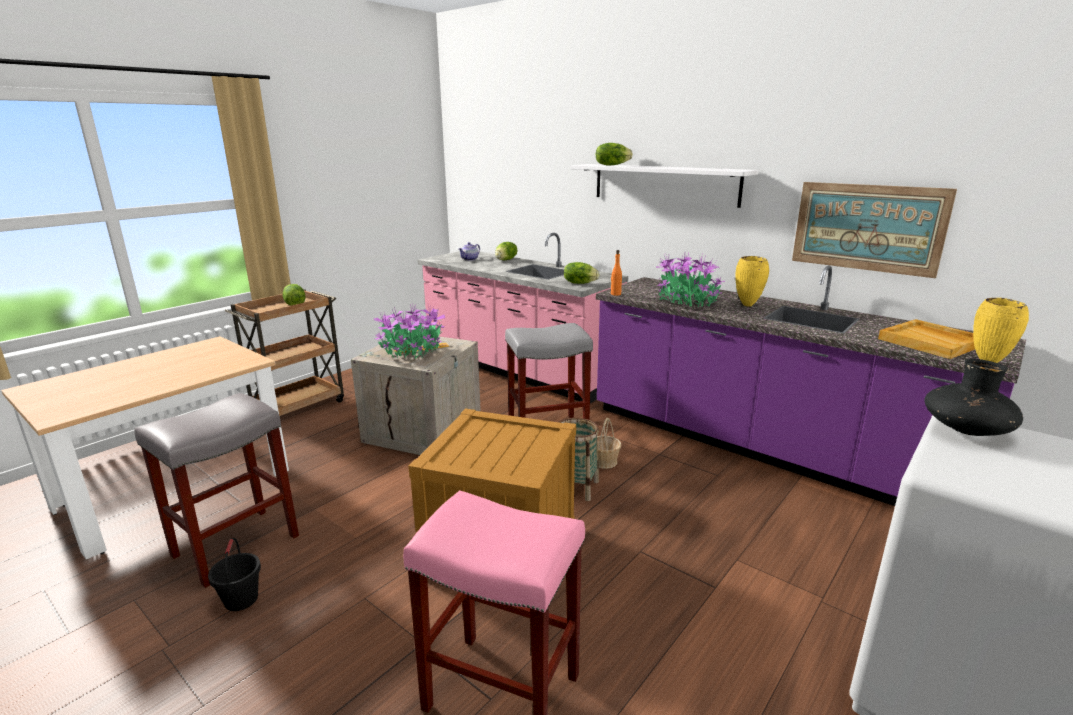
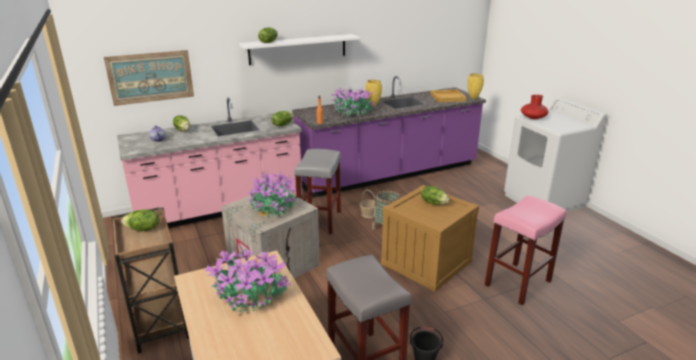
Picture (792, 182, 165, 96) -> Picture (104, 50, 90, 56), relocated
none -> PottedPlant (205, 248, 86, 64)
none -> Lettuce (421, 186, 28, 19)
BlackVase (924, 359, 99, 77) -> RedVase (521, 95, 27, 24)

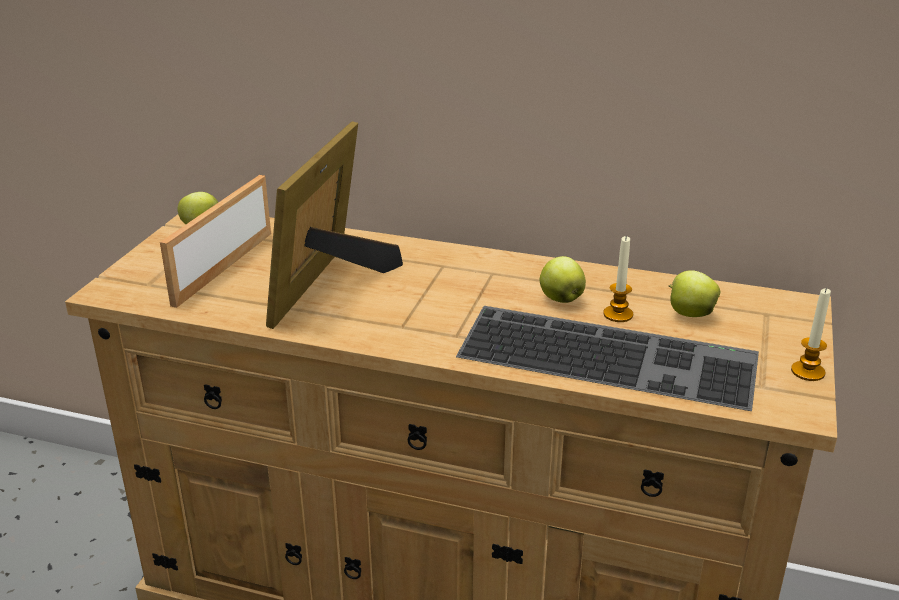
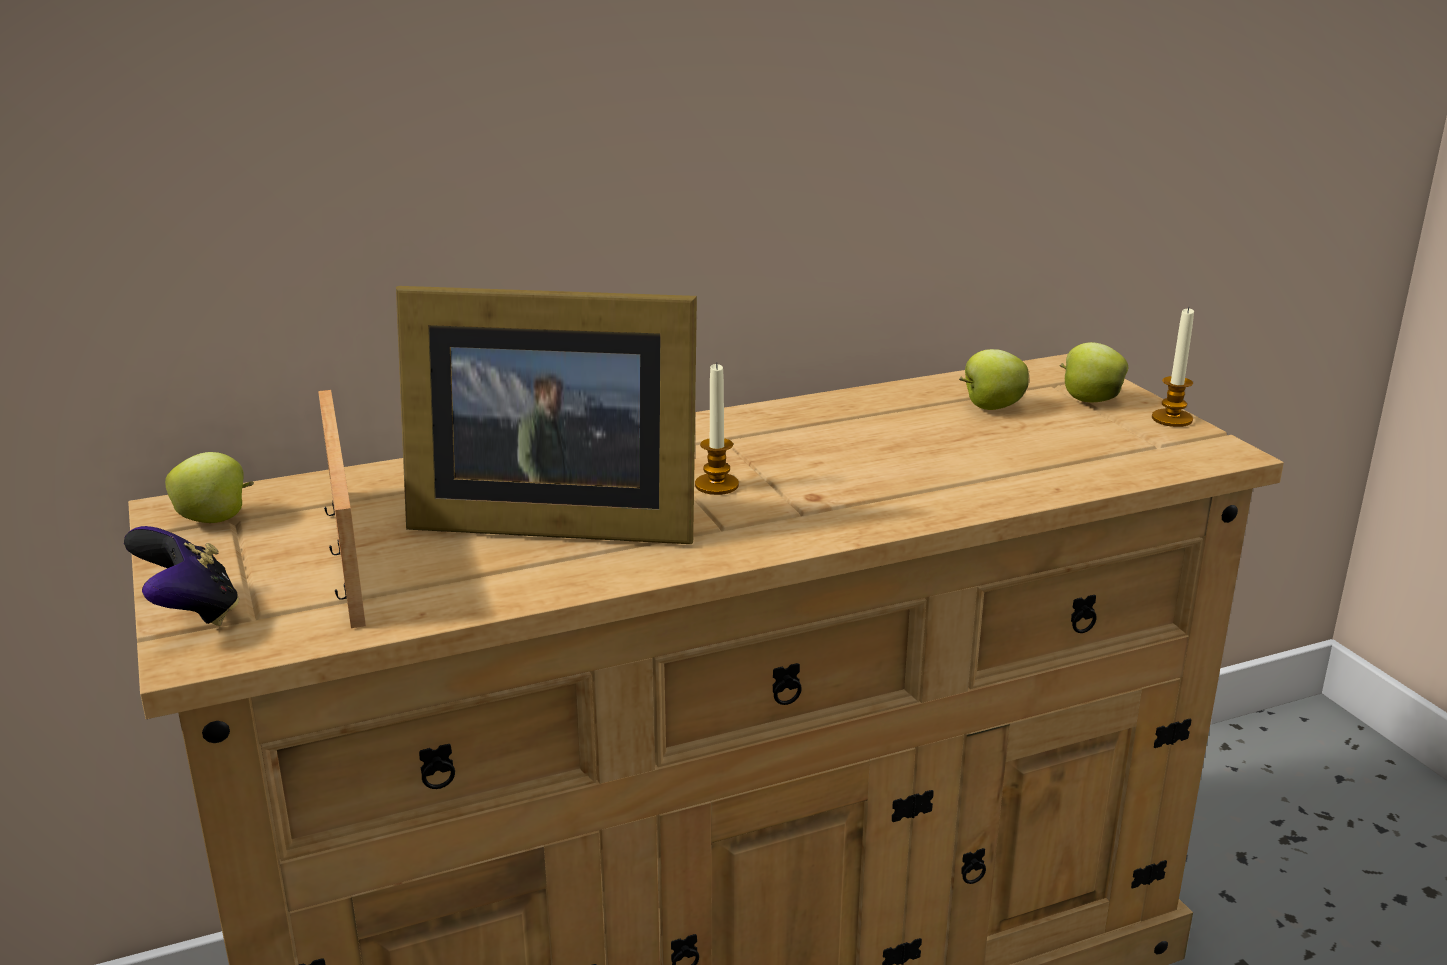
none -> GameController (124, 526, 115, 100)
PictureFrame (266, 122, 137, 207) -> PictureFrame (396, 286, 301, 258), 60 degrees counterclockwise
Candle (603, 236, 30, 86) -> Candle (695, 362, 44, 133), relocated
Apple (540, 256, 46, 47) -> Apple (1060, 342, 68, 60), relocated
Keyboard (456, 306, 303, 105) -> none

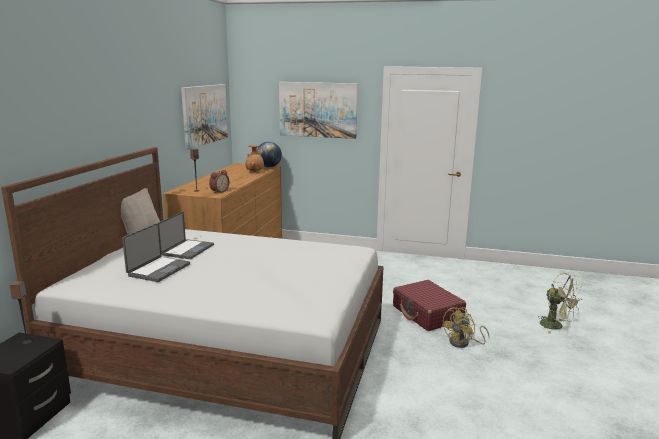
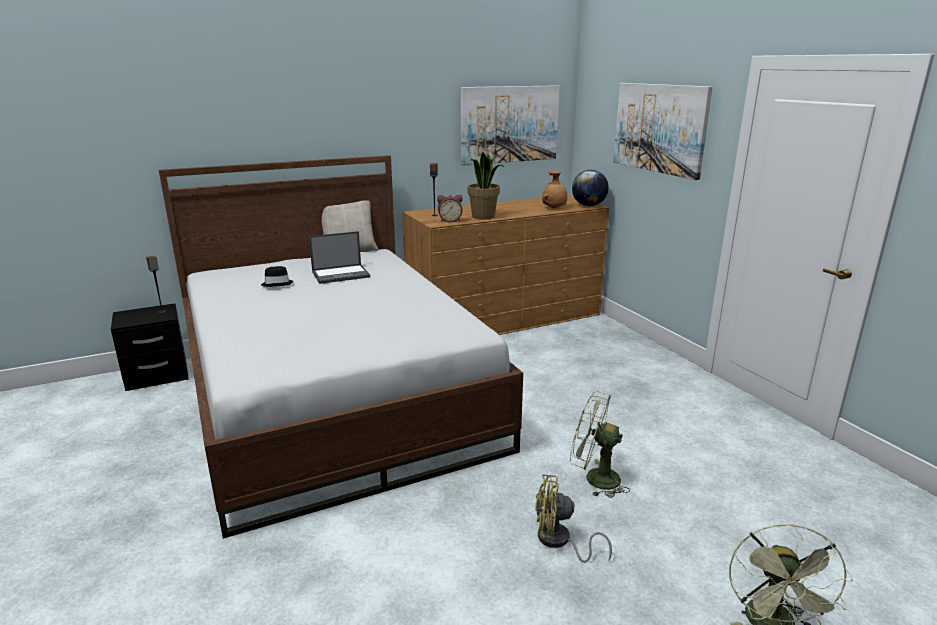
Laptop (122, 223, 68, 59) -> BlackHat (261, 266, 33, 21)
none -> PottedPlant (468, 152, 36, 68)
RedSuitcase (393, 280, 73, 51) -> GreenFan (570, 391, 60, 107)

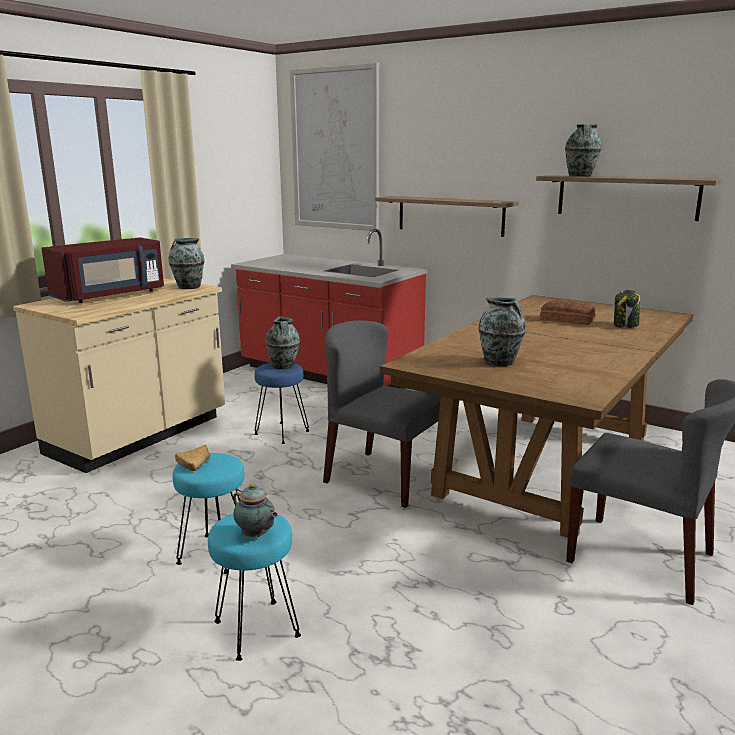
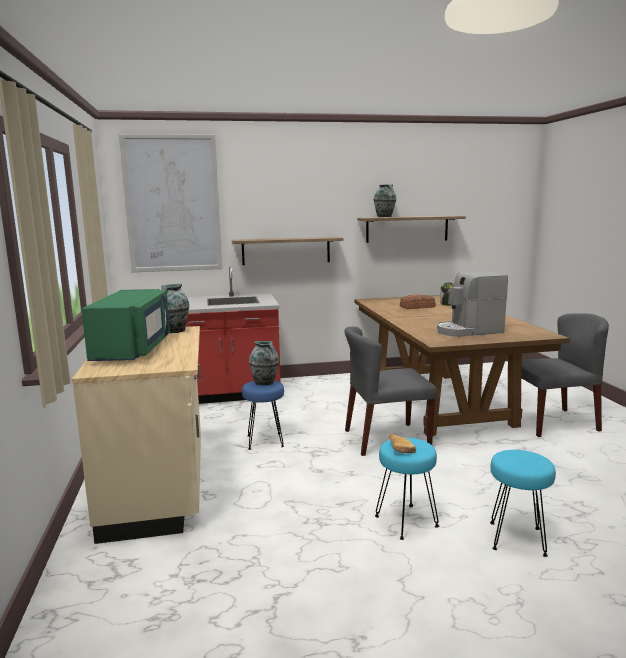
RedMicrowave (41, 237, 123, 66) -> GreenMicrowave (81, 289, 89, 72)
Vase (478, 298, 48, 68) -> CoffeeMachine (437, 271, 71, 66)
Teapot (233, 483, 45, 54) -> none

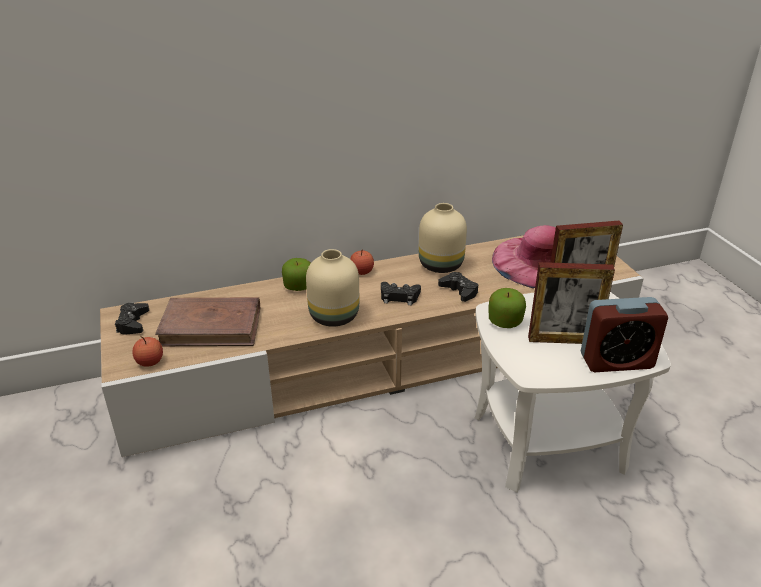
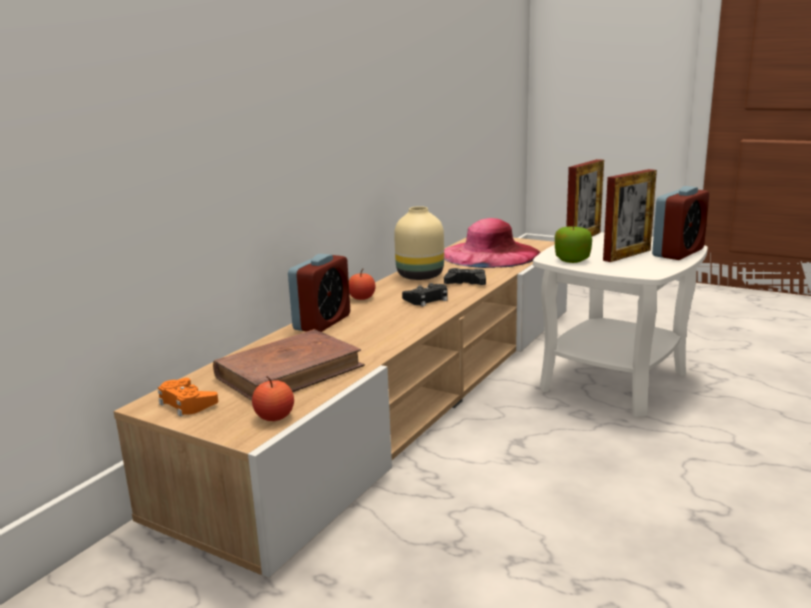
BlackGameController (115, 303, 34, 32) -> OrangeGameController (158, 378, 60, 38)
Apple (282, 258, 29, 33) -> AlarmClock (288, 254, 62, 78)
BeigeVase (306, 249, 53, 78) -> none

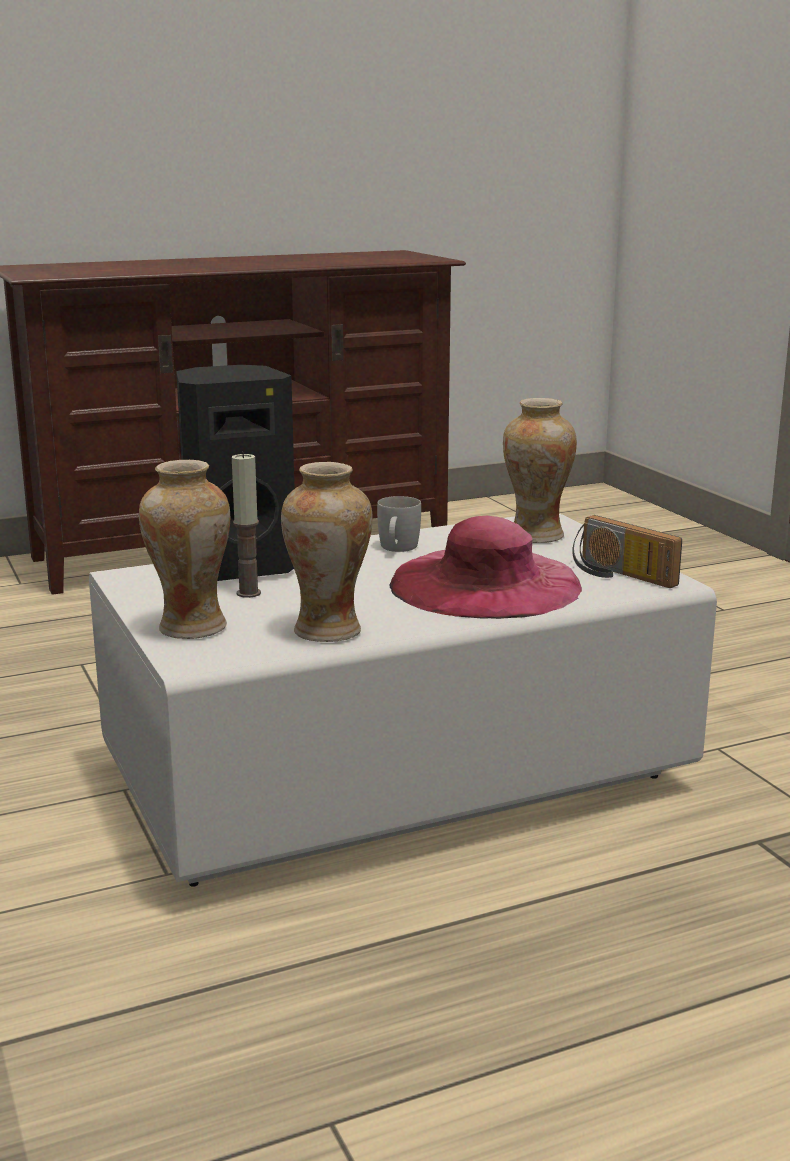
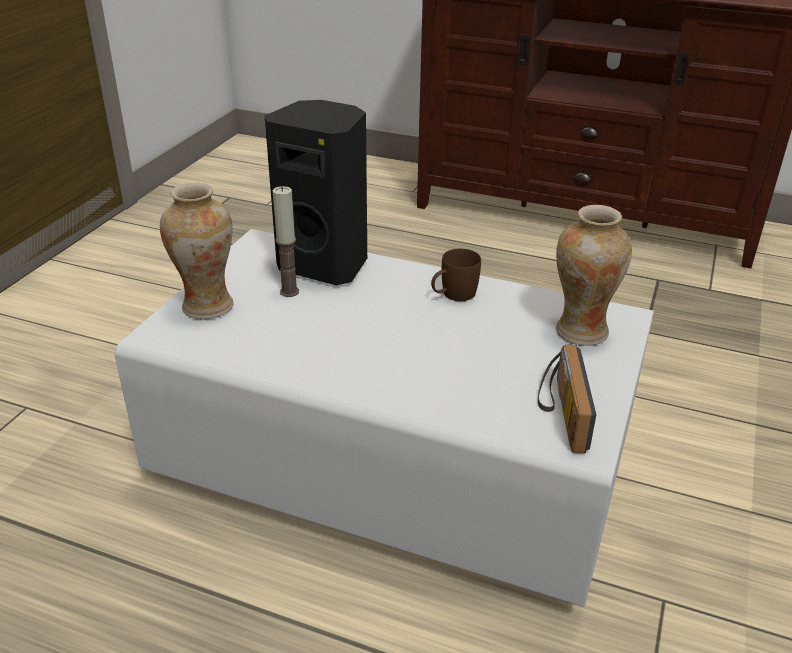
WhiteMug (377, 496, 44, 56) -> BrownMug (431, 249, 50, 52)
Vase (281, 462, 92, 180) -> none
PinkHat (389, 516, 193, 103) -> none

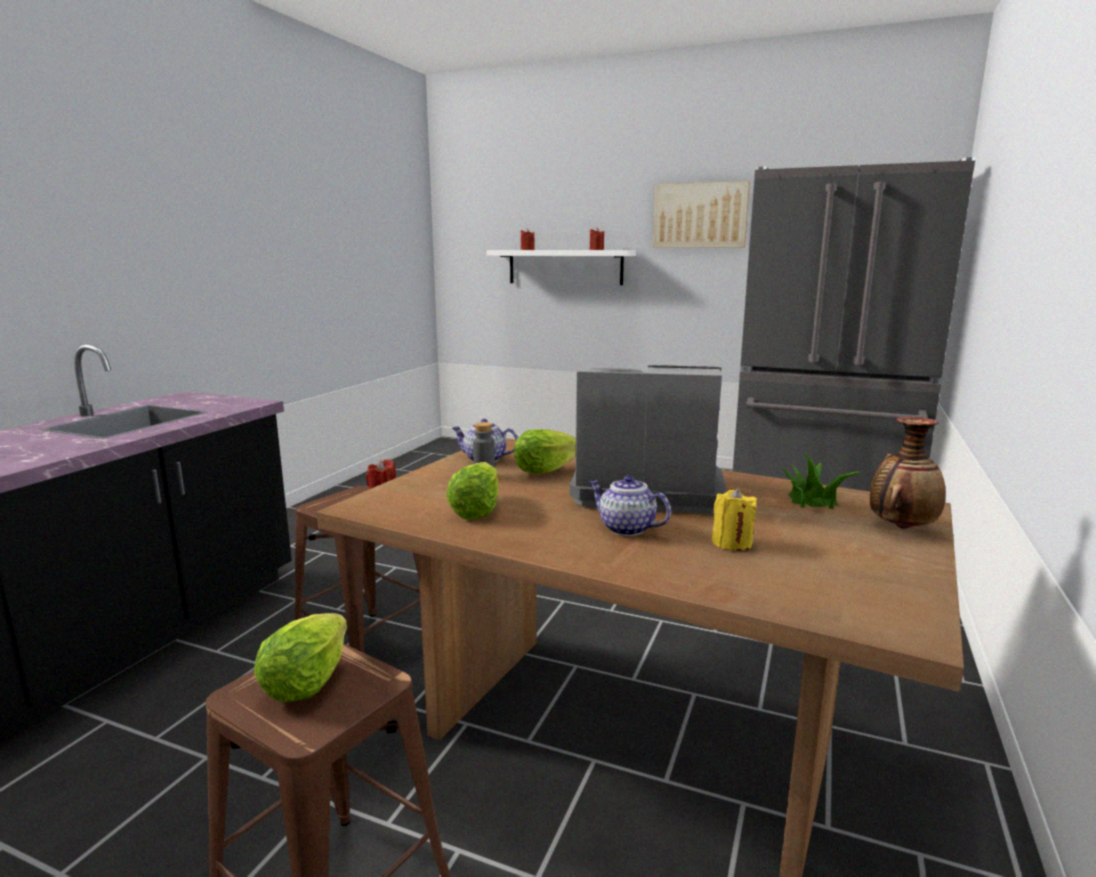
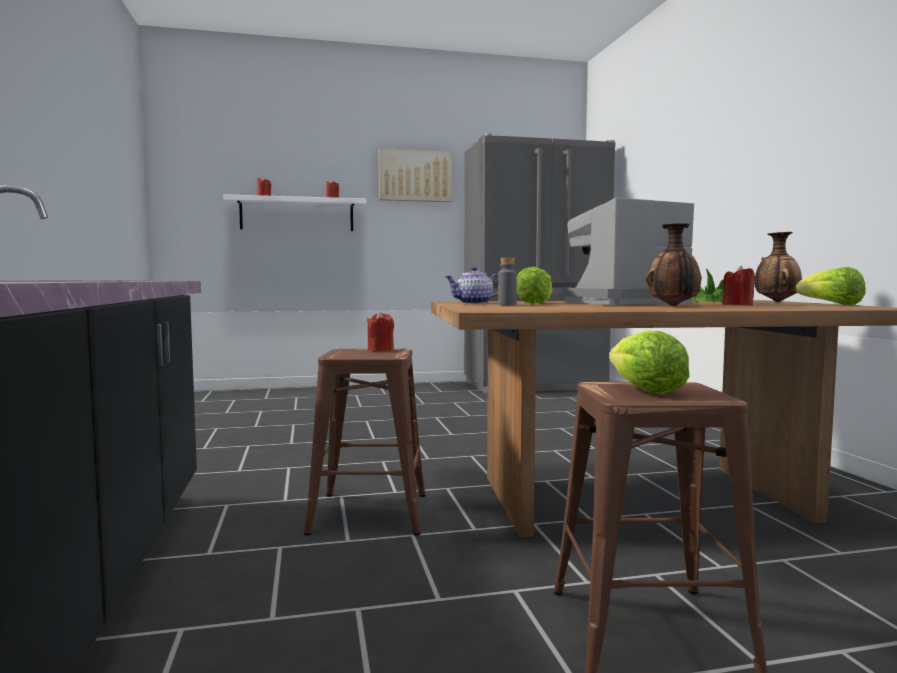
Teapot (589, 475, 82, 61) -> Vase (646, 223, 56, 83)
YellowCandle (712, 488, 45, 63) -> RedCandle (722, 266, 33, 39)
Lettuce (447, 462, 52, 58) -> Lettuce (796, 267, 69, 38), relocated

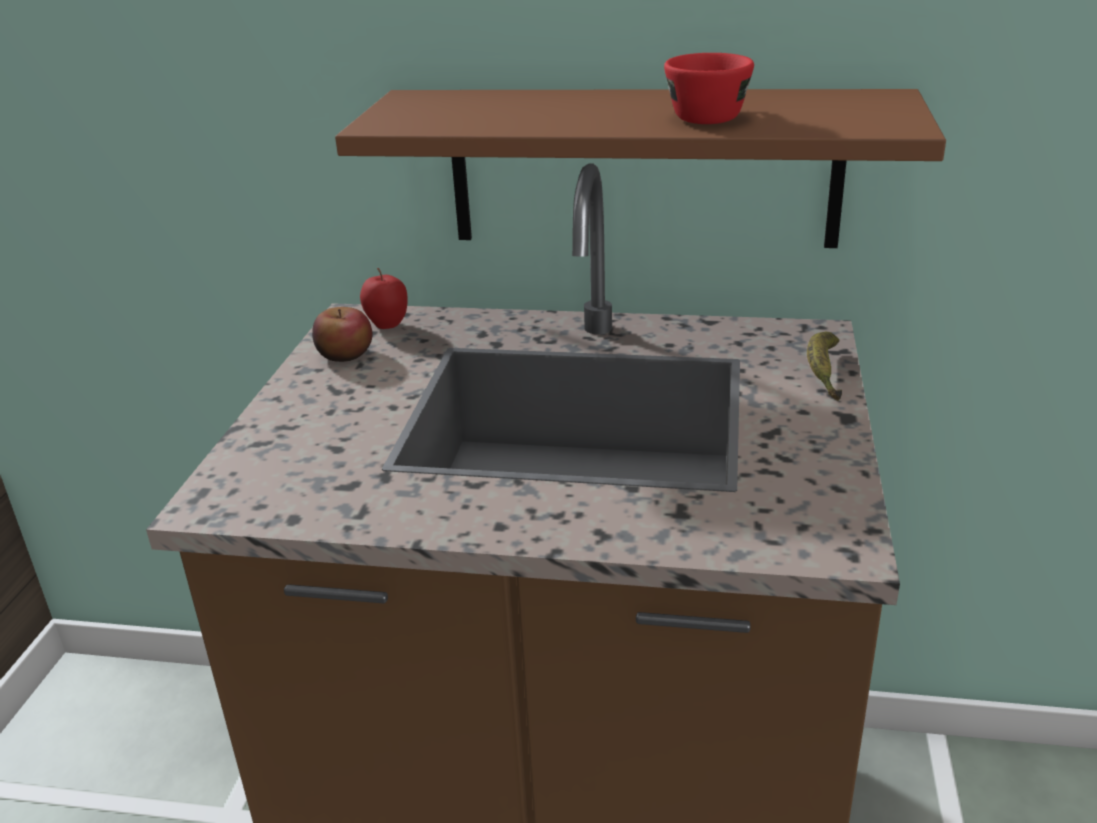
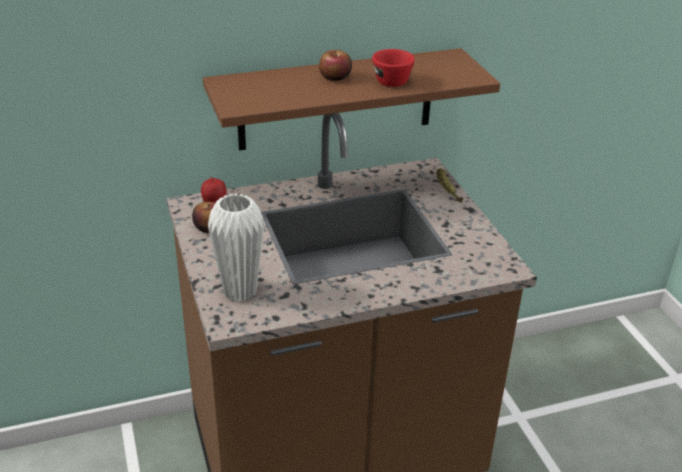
none -> WhiteVase (208, 194, 56, 108)
none -> Apple (319, 50, 33, 31)

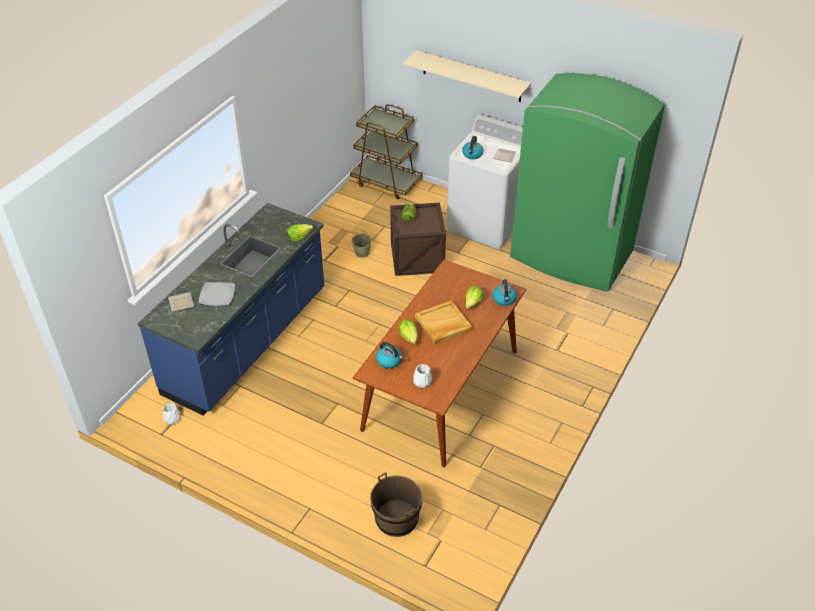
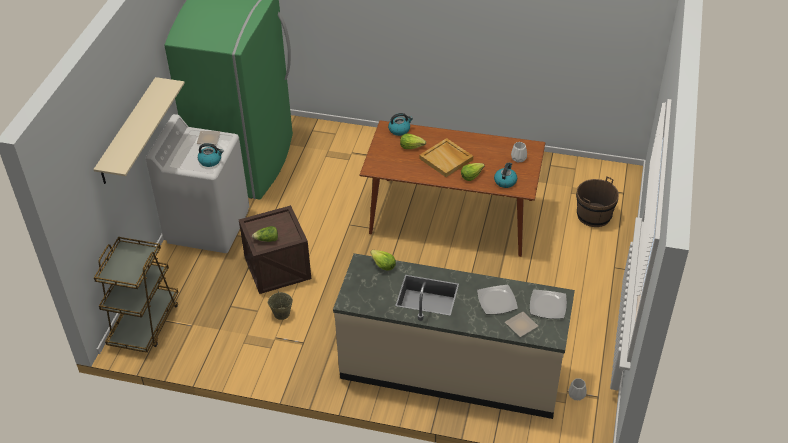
BlueCounter (138, 203, 186, 213) -> BeigeCounter (333, 253, 242, 166)
none -> Plate (530, 290, 37, 29)

